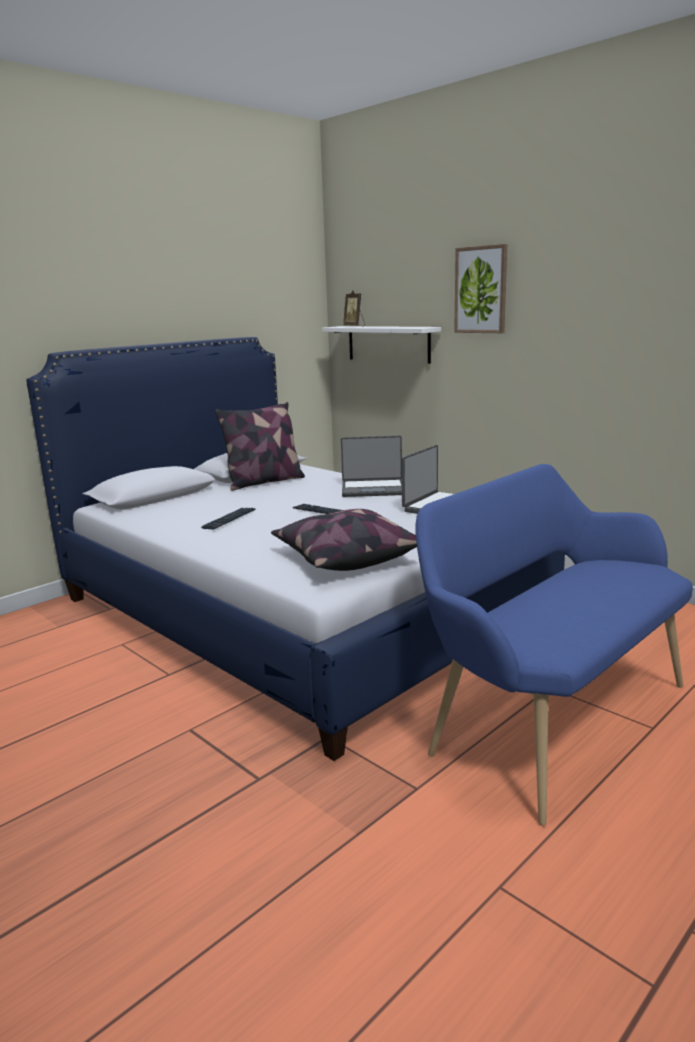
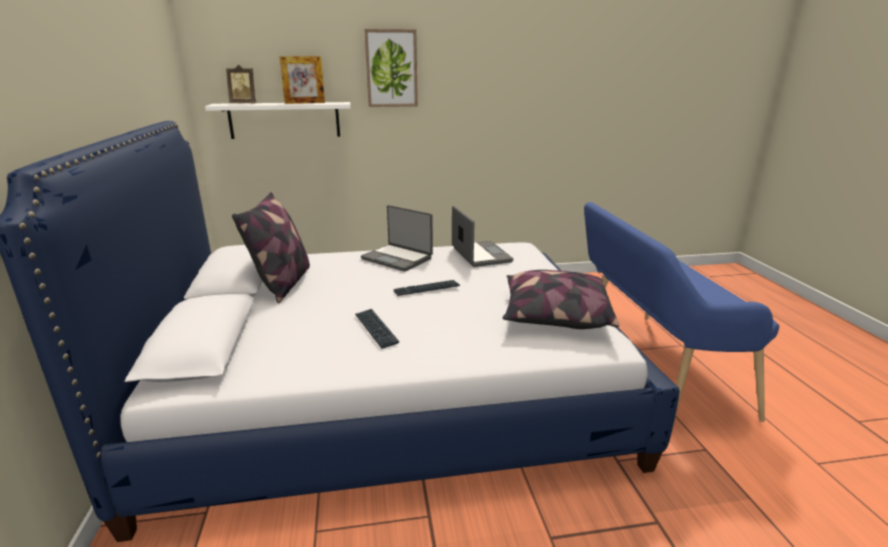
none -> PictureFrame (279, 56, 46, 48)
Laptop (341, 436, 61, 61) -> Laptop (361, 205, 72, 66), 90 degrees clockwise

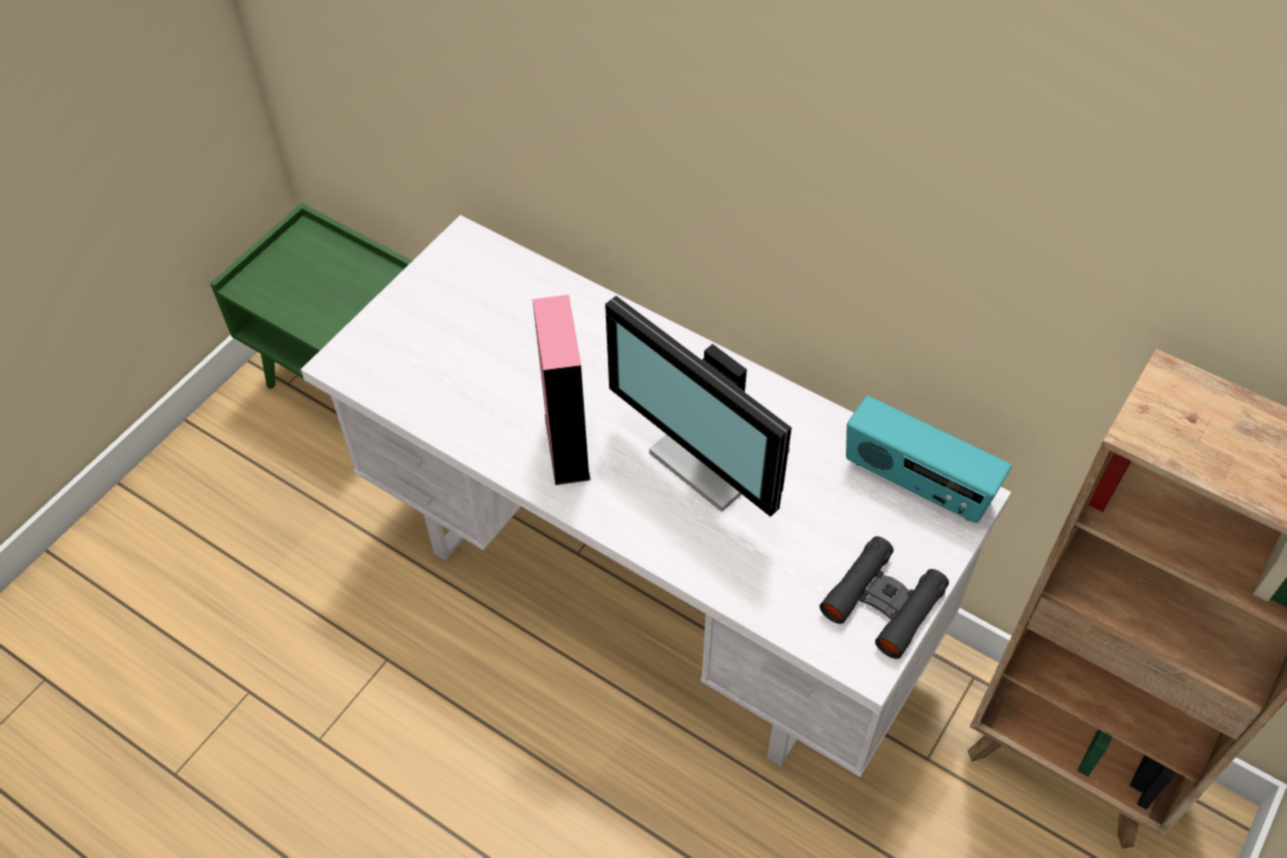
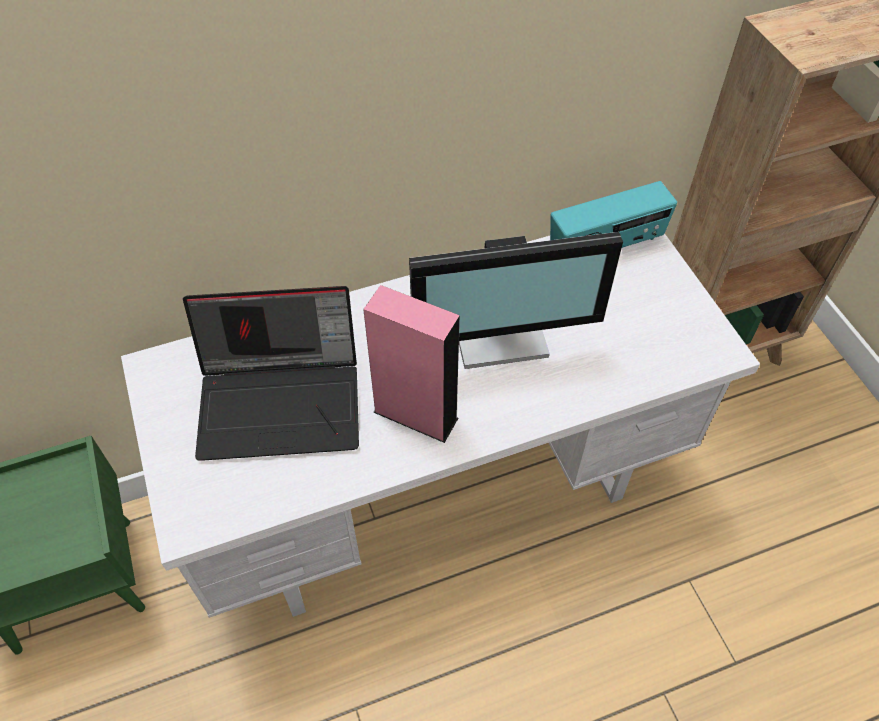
none -> Laptop (183, 286, 176, 175)
BlackBinoculars (820, 536, 129, 123) -> none

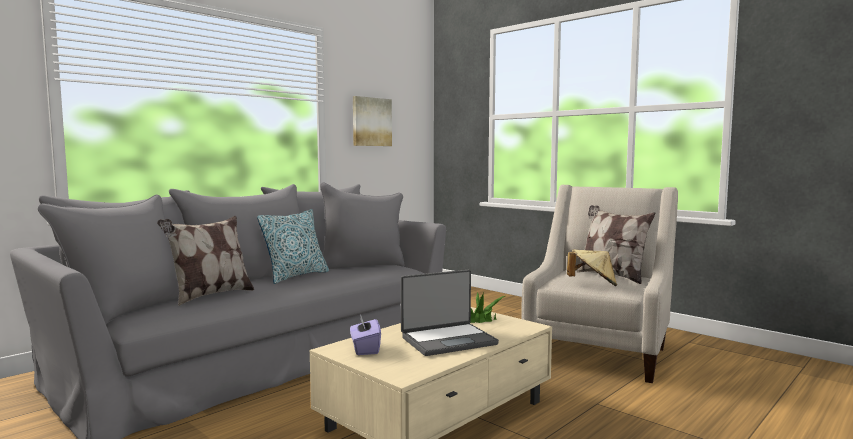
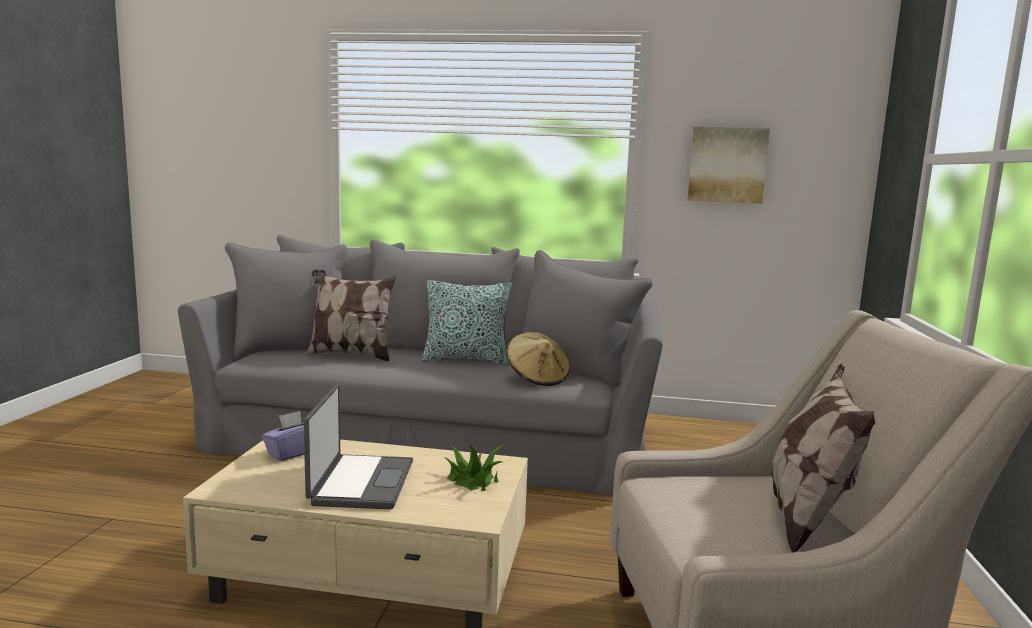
Laptop (401, 270, 98, 86) -> Laptop (304, 384, 109, 125), 120 degrees counterclockwise
BeigeHat (567, 249, 50, 37) -> BeigeHat (507, 332, 63, 54), relocated

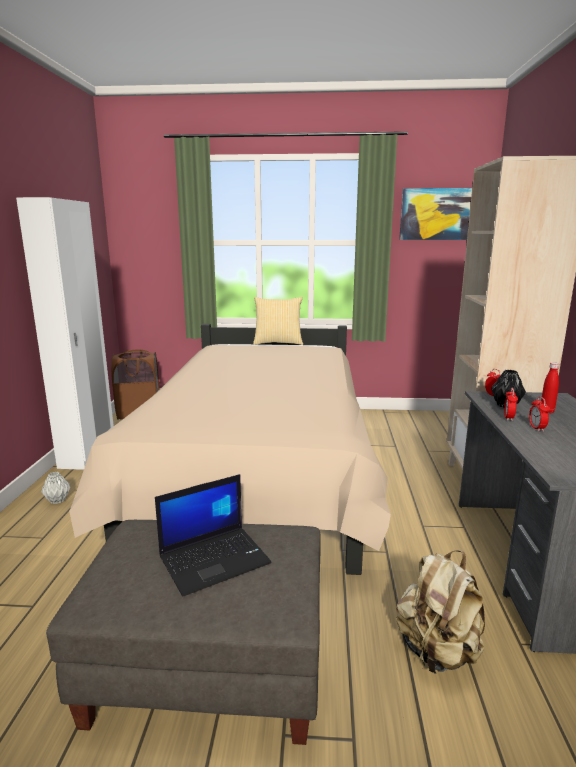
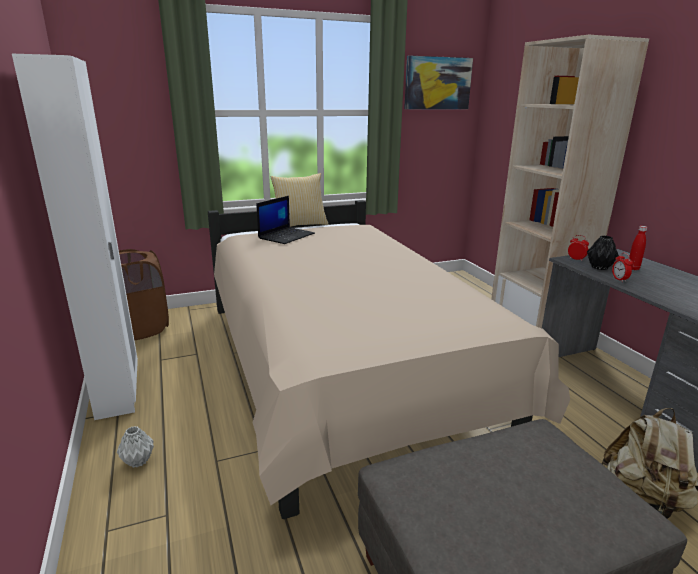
Laptop (155, 474, 117, 122) -> Laptop (257, 196, 58, 48), relocated
AlarmClock (529, 396, 21, 35) -> none

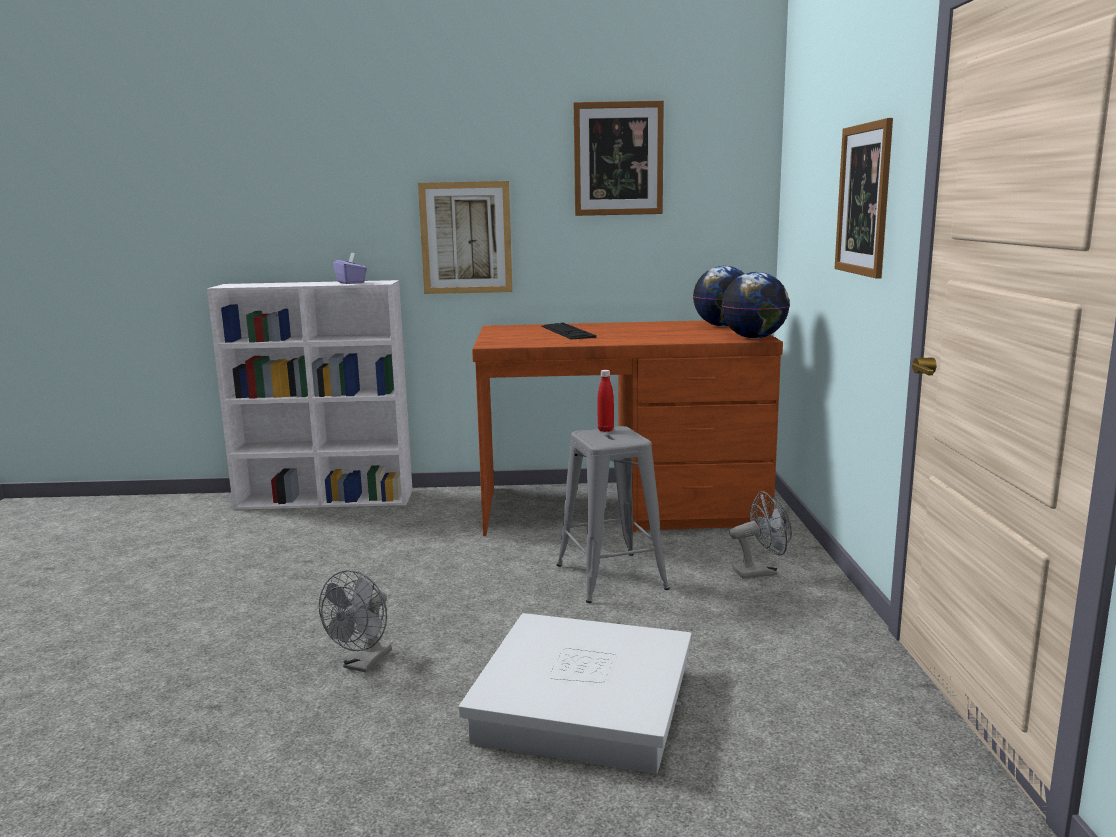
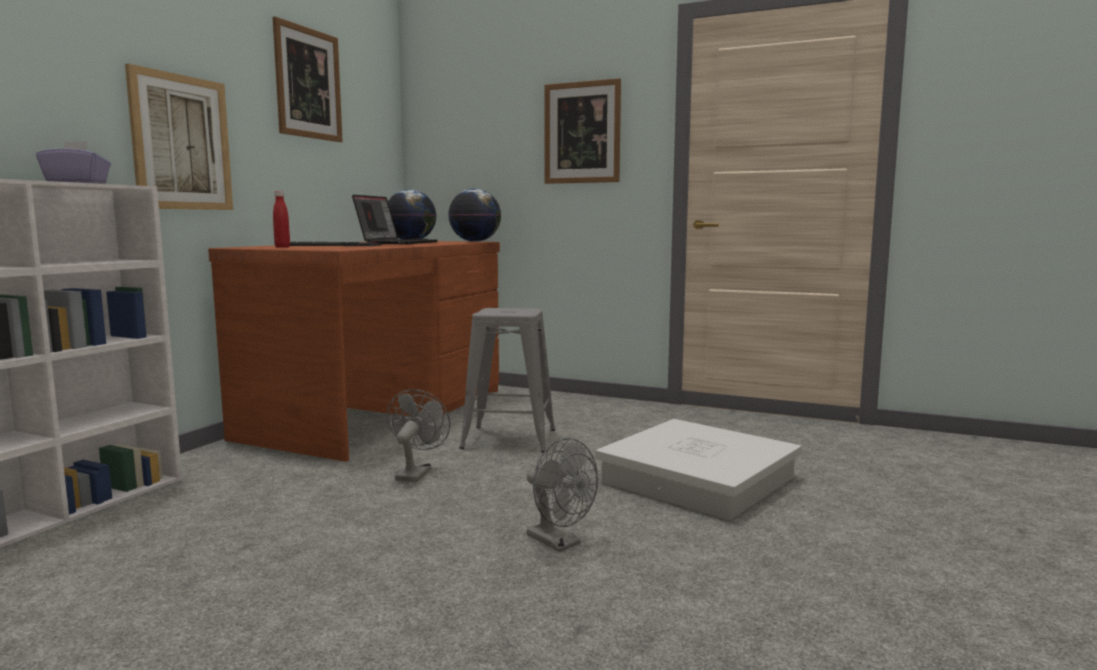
RedBottle (598, 370, 16, 62) -> RedBottle (273, 191, 17, 57), relocated
none -> Laptop (352, 195, 86, 49)
GreyFan (730, 491, 62, 88) -> GreyFan (387, 389, 63, 93), relocated

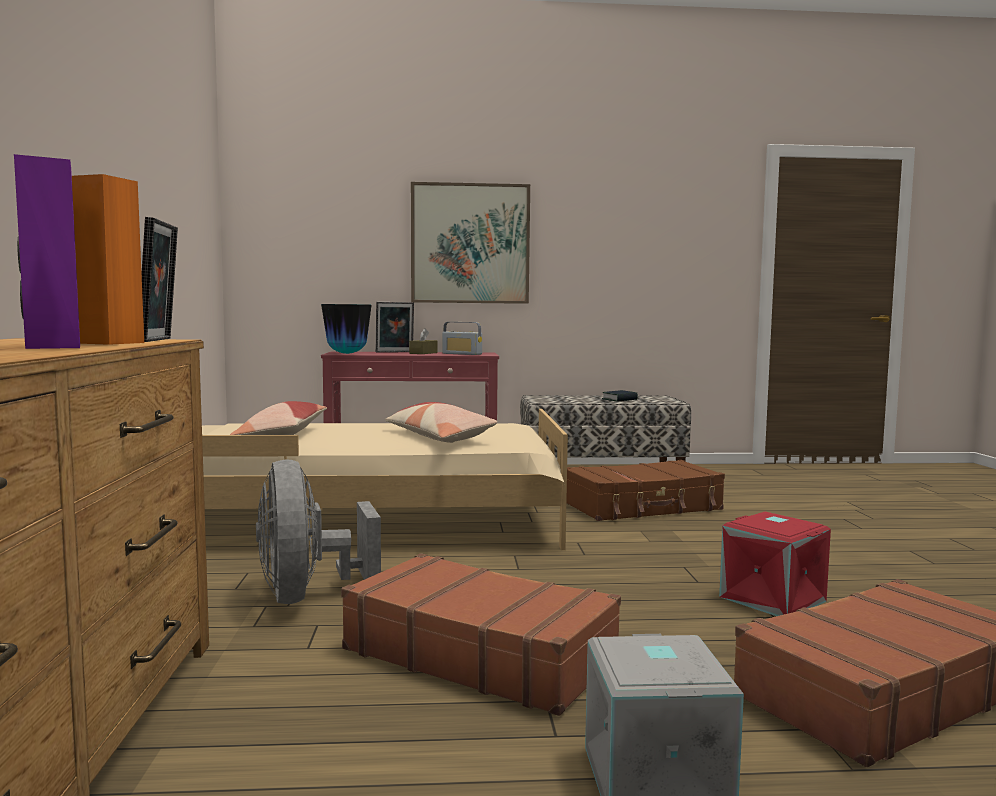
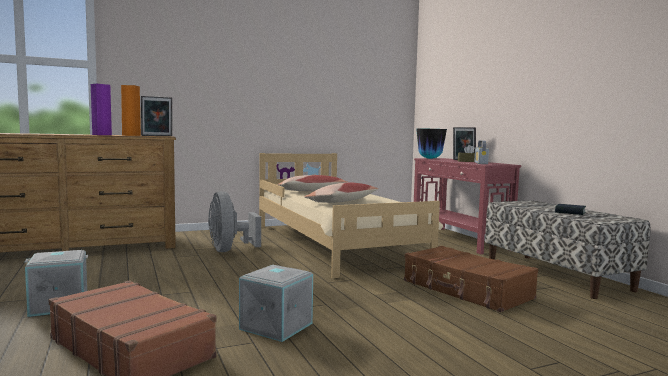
GreyFan (256, 459, 125, 145) -> GreyFan (208, 191, 53, 61), 75 degrees counterclockwise
RedStorageBox (719, 512, 112, 104) -> GreyStorageBox (239, 265, 74, 77)
BrownSuitcase (341, 553, 280, 163) -> none
Picture (411, 182, 119, 122) -> none

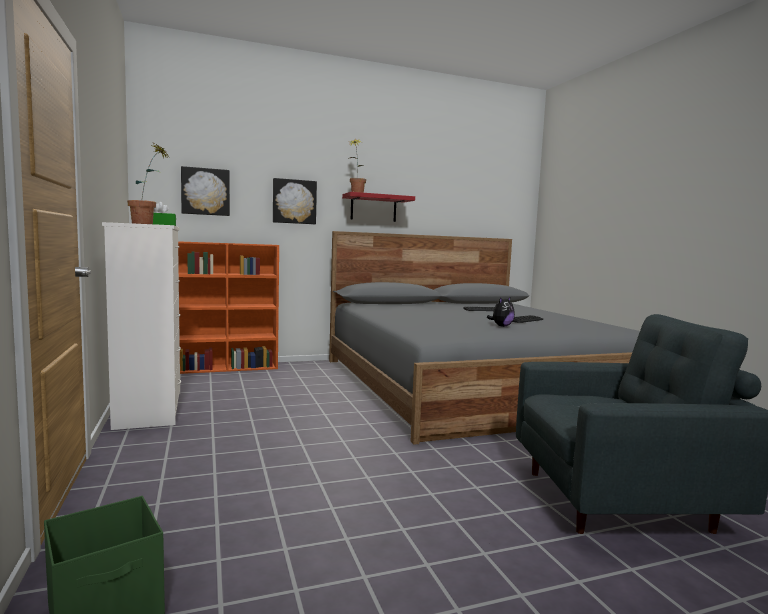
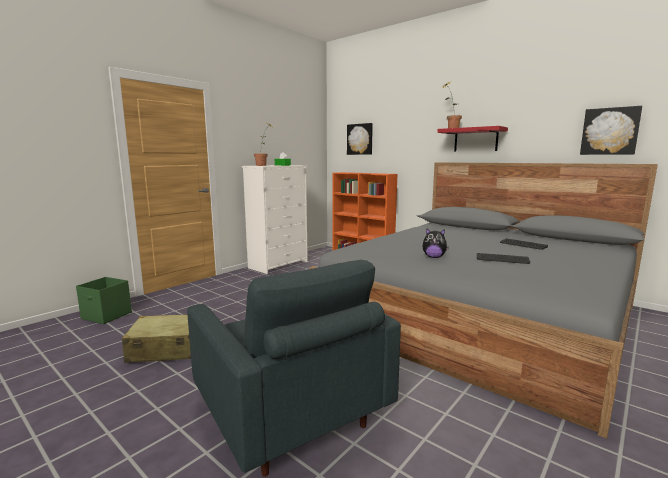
none -> BeigeSuitcase (122, 315, 69, 48)
Picture (273, 178, 44, 46) -> Picture (580, 106, 62, 49), relocated

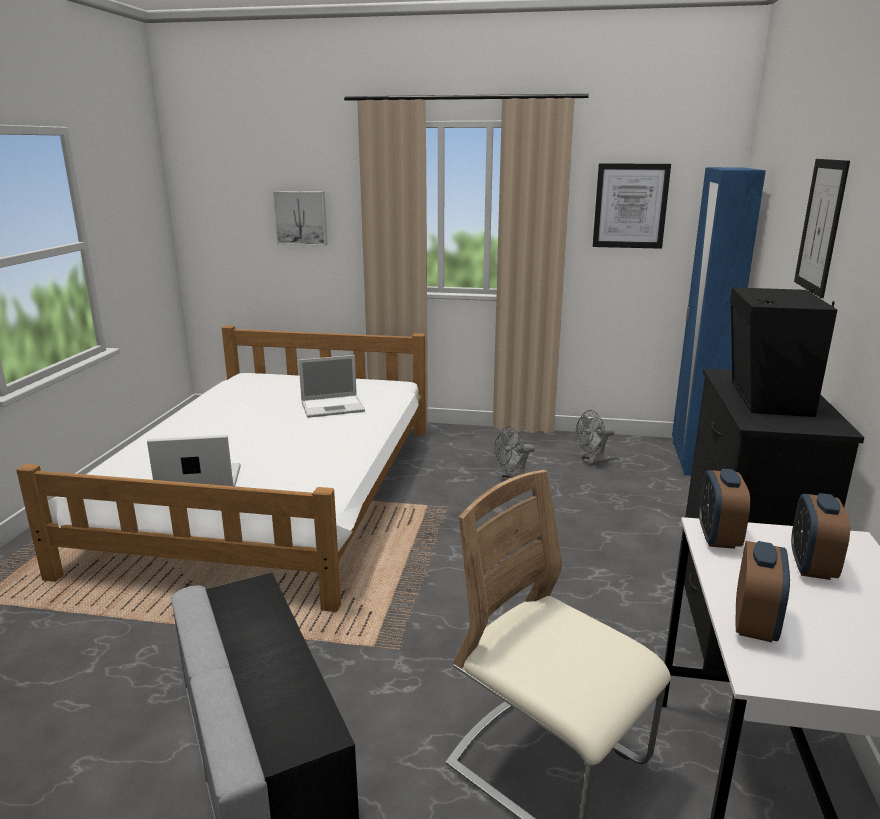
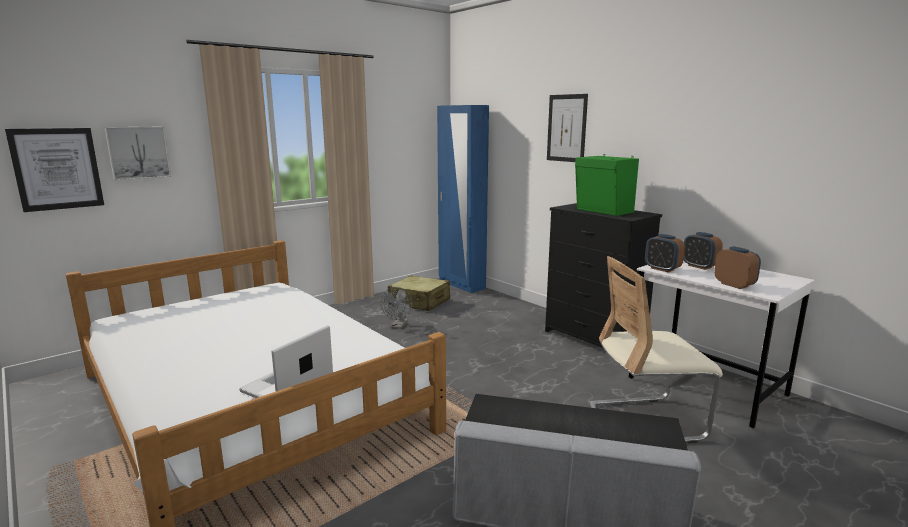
Picture (593, 163, 78, 86) -> Picture (5, 128, 99, 84), relocated
GreyFan (575, 410, 39, 55) -> BeigeSuitcase (388, 276, 62, 35)
BlackSpeaker (730, 287, 107, 130) -> GreenSpeaker (575, 154, 64, 62)
Laptop (298, 355, 67, 63) -> none

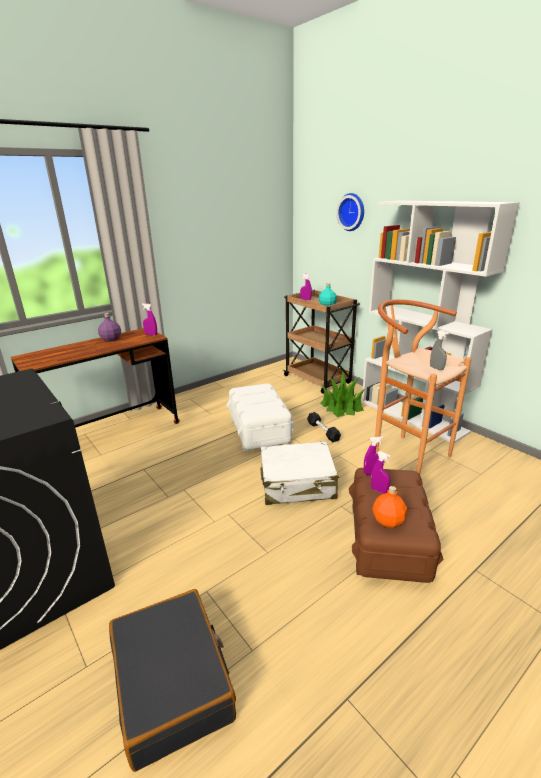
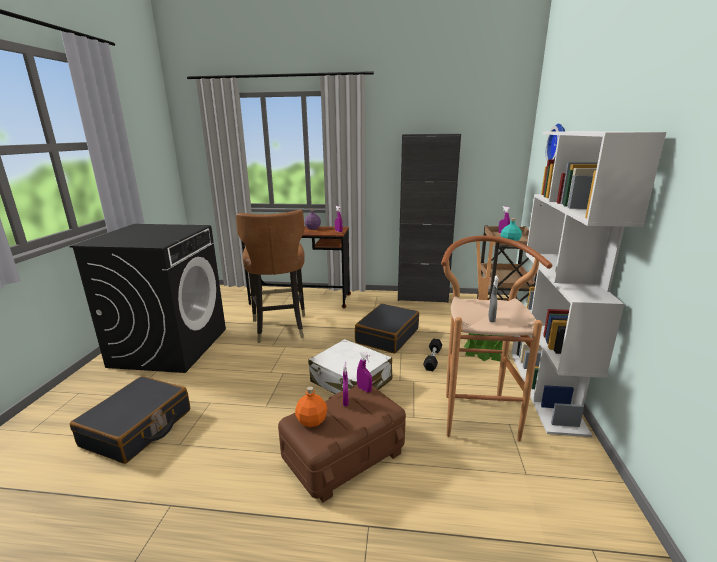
none -> BrownChair (236, 210, 69, 133)
WhiteStorageBox (227, 384, 68, 67) -> BlackSuitcase (355, 303, 64, 51)
none -> BlackCabinet (398, 134, 63, 169)

